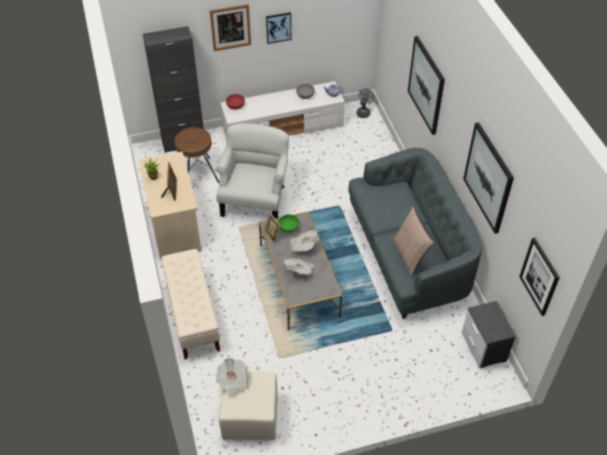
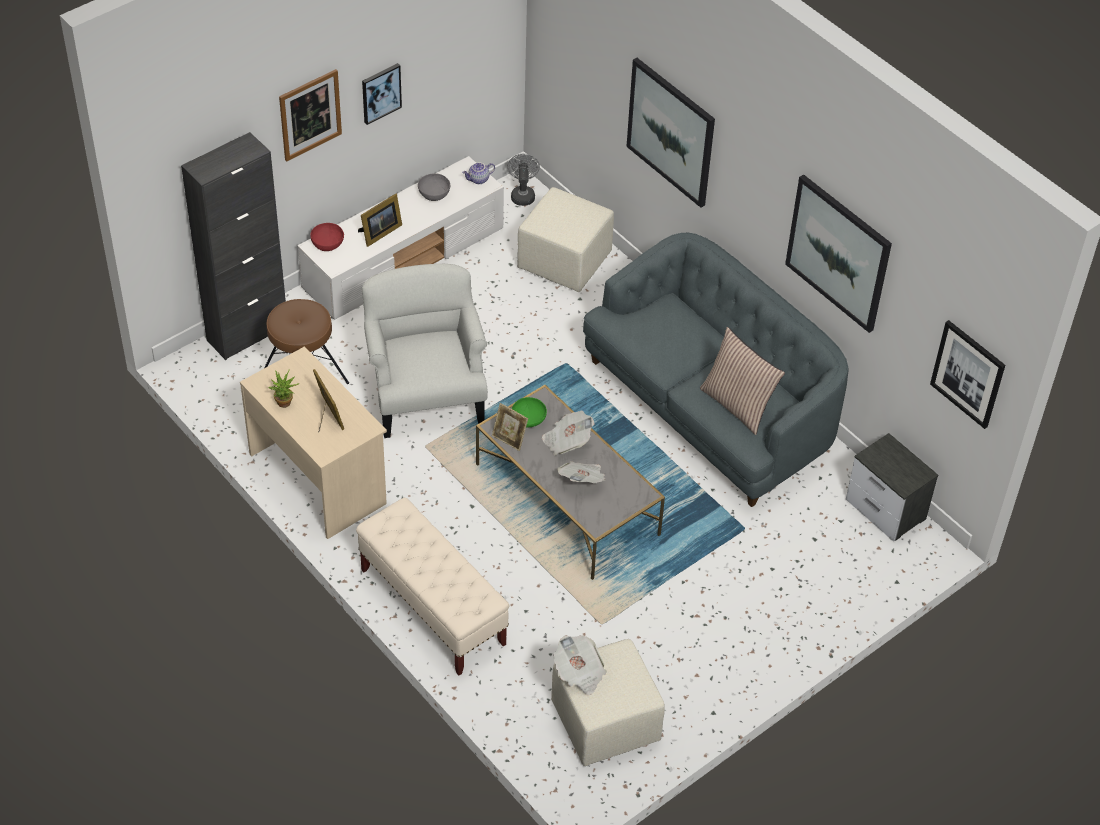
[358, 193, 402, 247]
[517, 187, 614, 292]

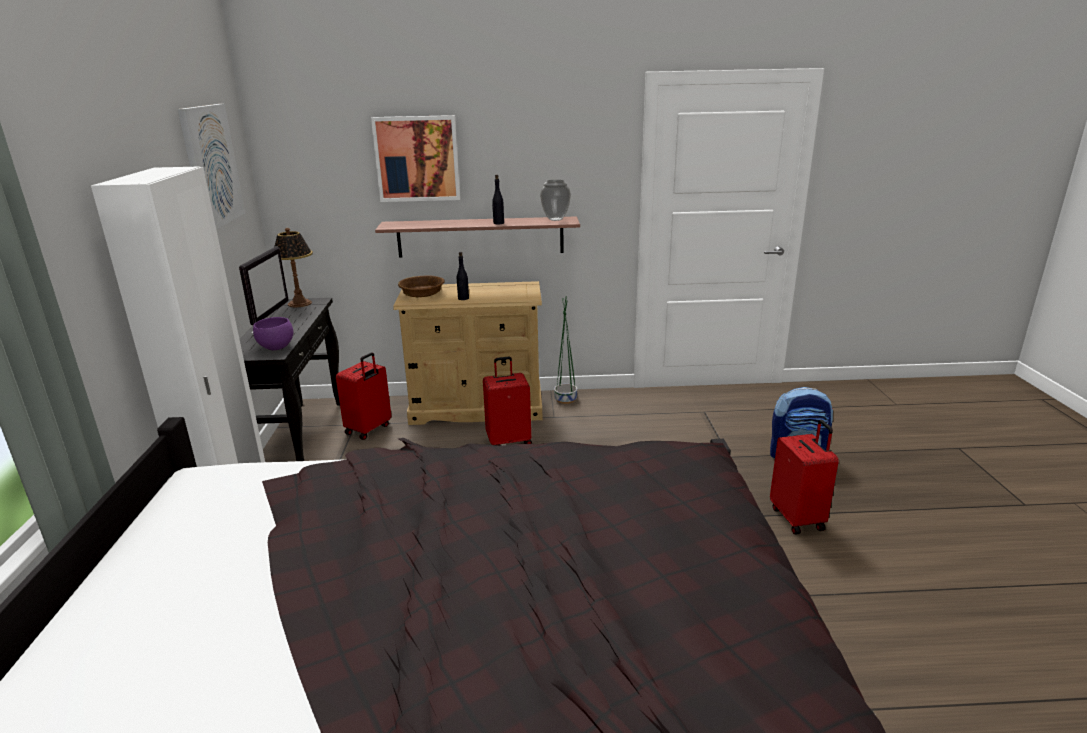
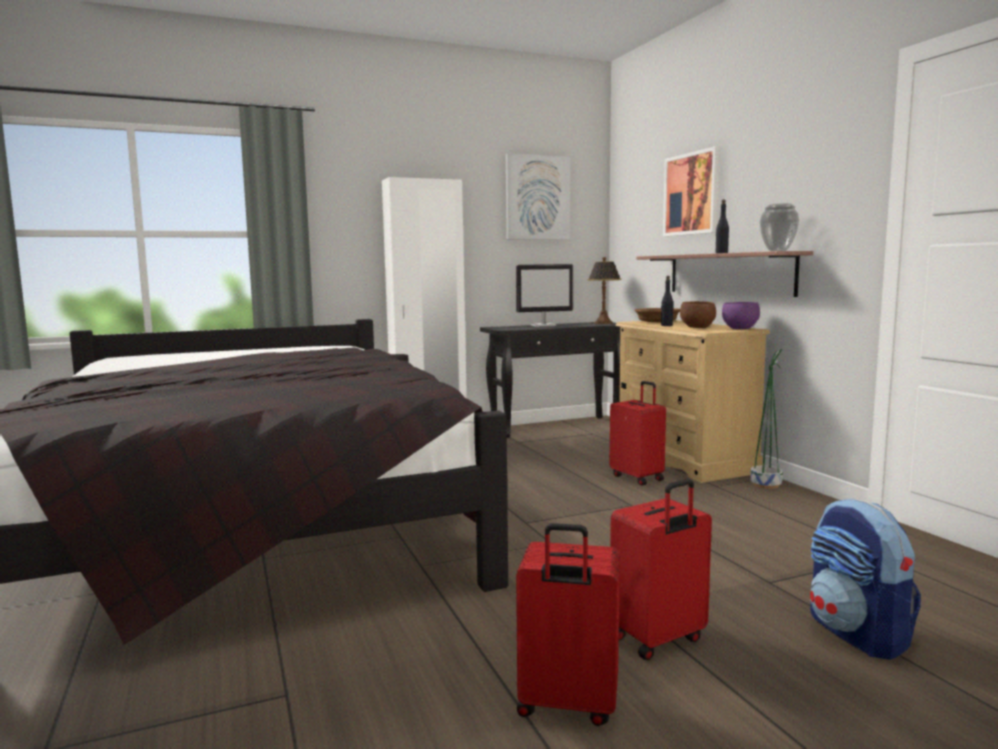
[680, 301, 716, 328]
[722, 302, 760, 329]
[516, 523, 620, 726]

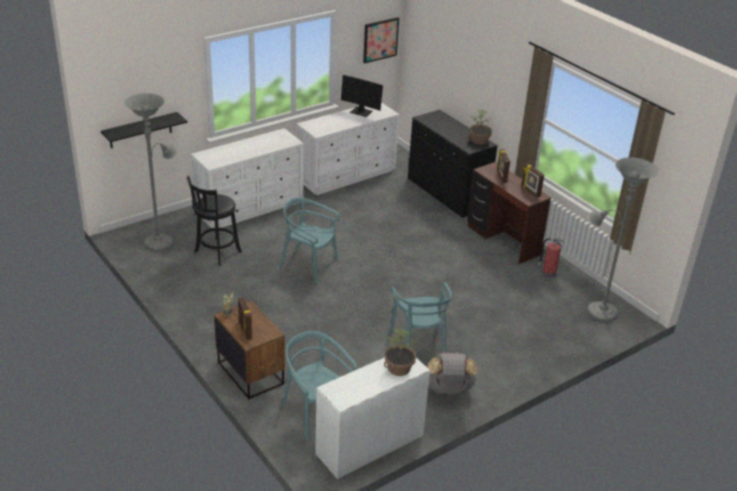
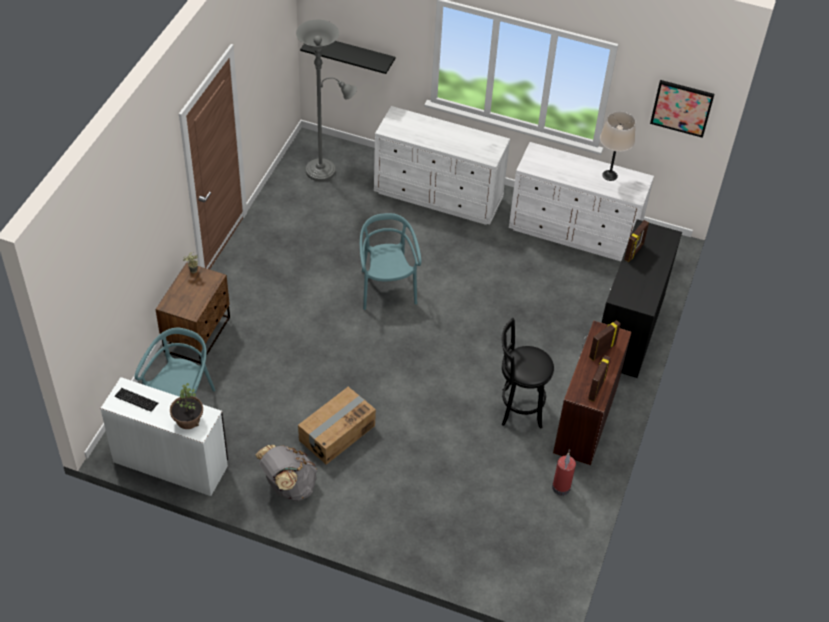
[469, 110, 494, 145] (first image)
[588, 157, 658, 322] (first image)
[115, 388, 158, 412]
[502, 318, 554, 428]
[624, 220, 649, 262]
[600, 111, 635, 181]
[298, 387, 376, 465]

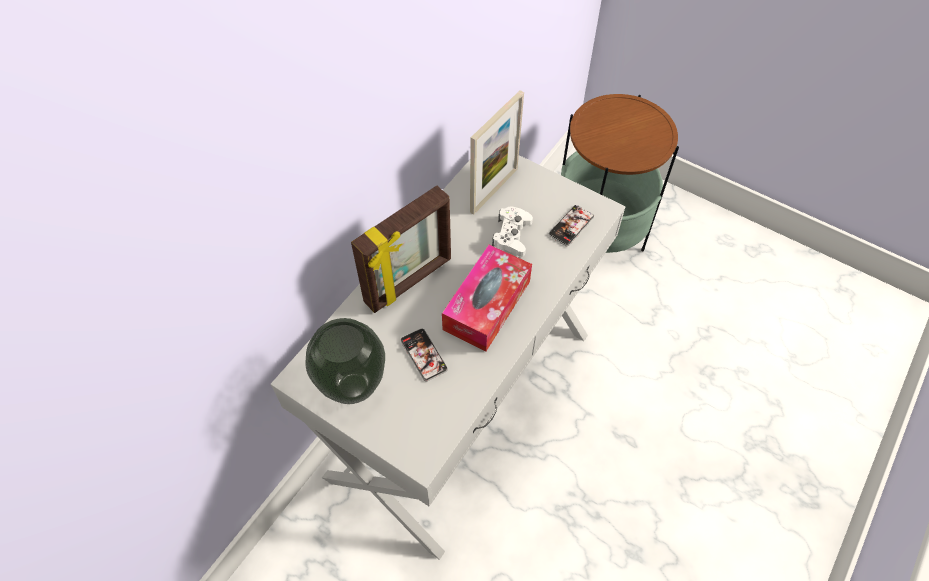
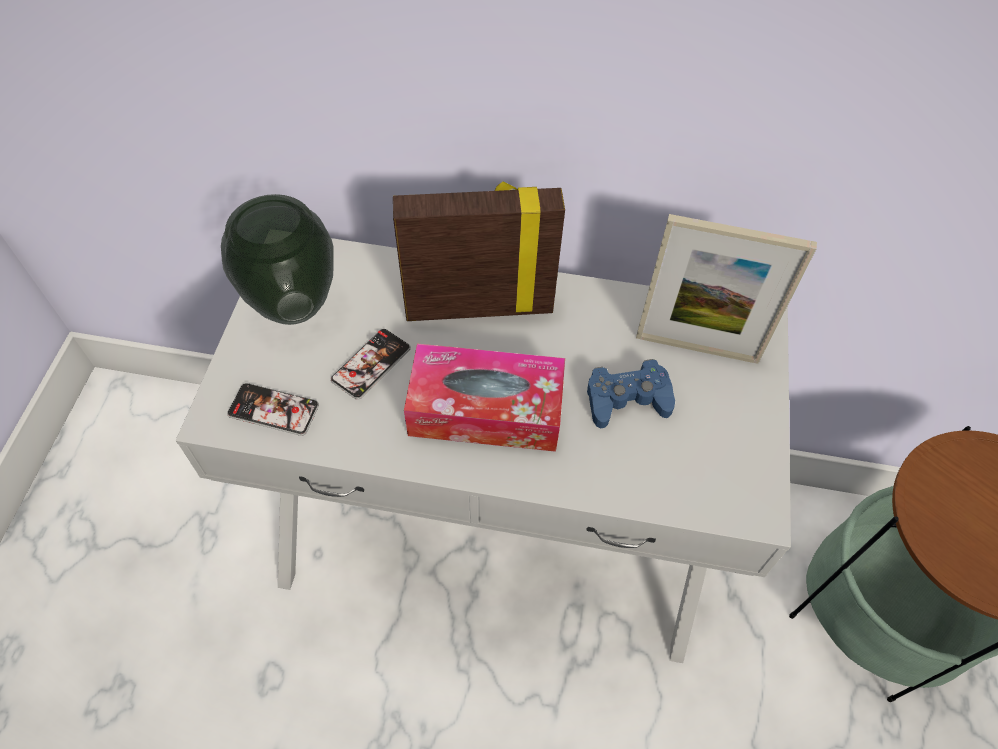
[227, 383, 319, 436]
[587, 359, 675, 428]
[393, 182, 565, 321]

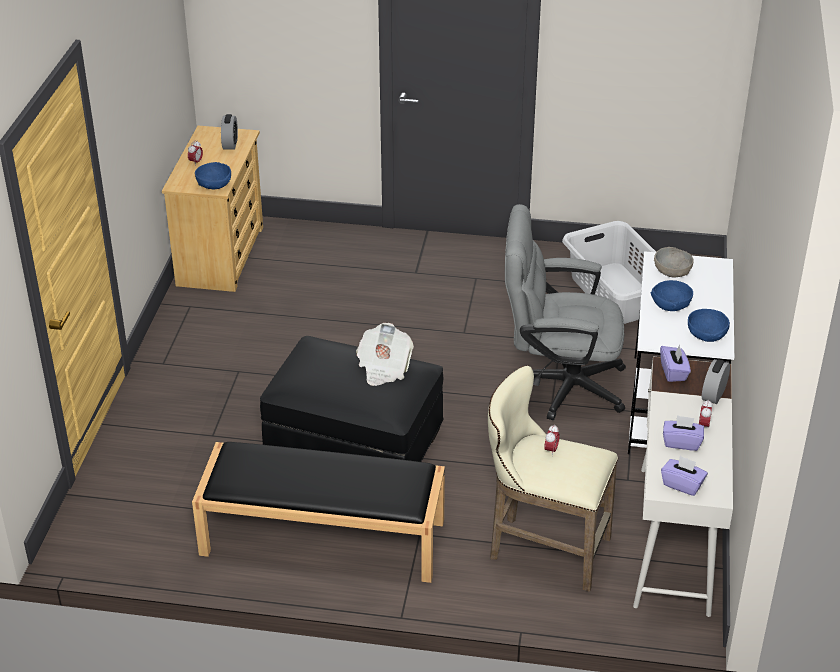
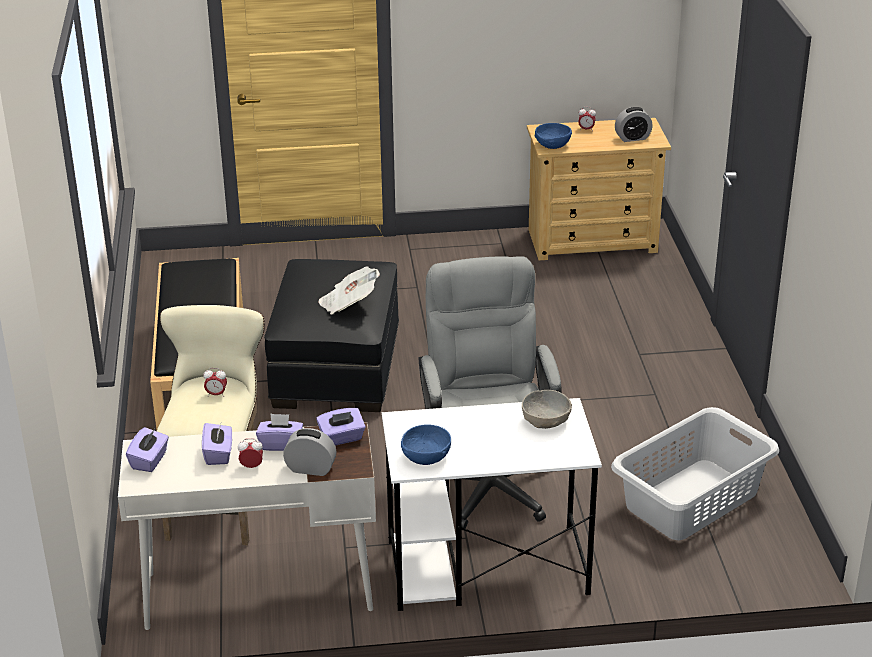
[651, 280, 693, 311] (first image)
[256, 413, 303, 451]

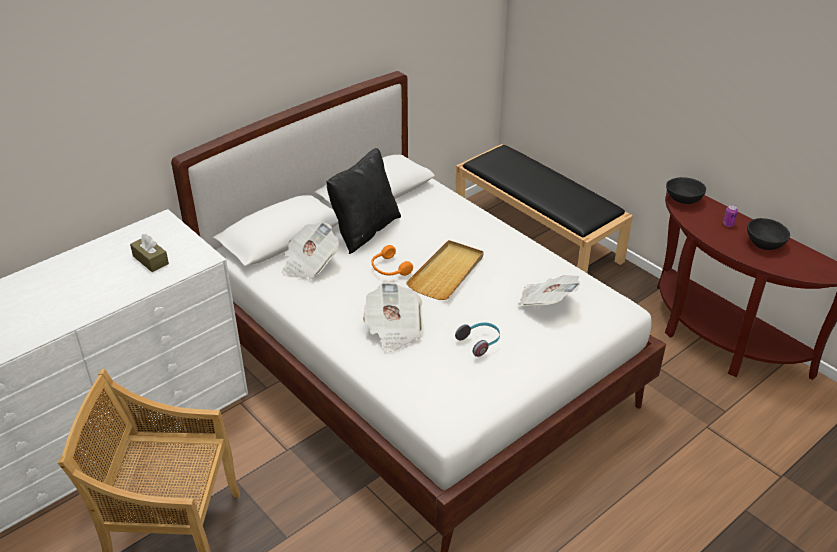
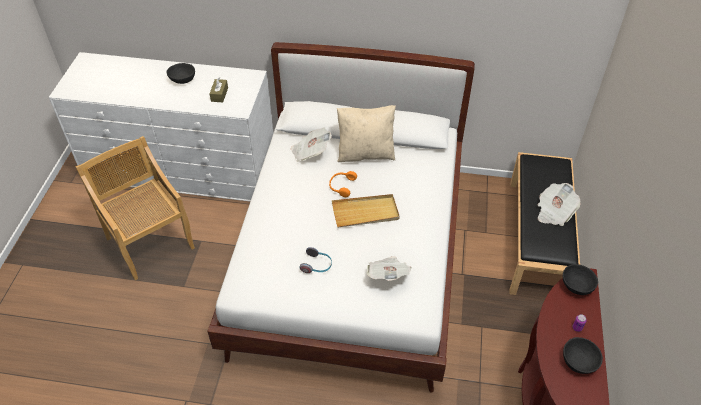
[166, 63, 195, 84]
[538, 183, 580, 226]
[337, 105, 396, 162]

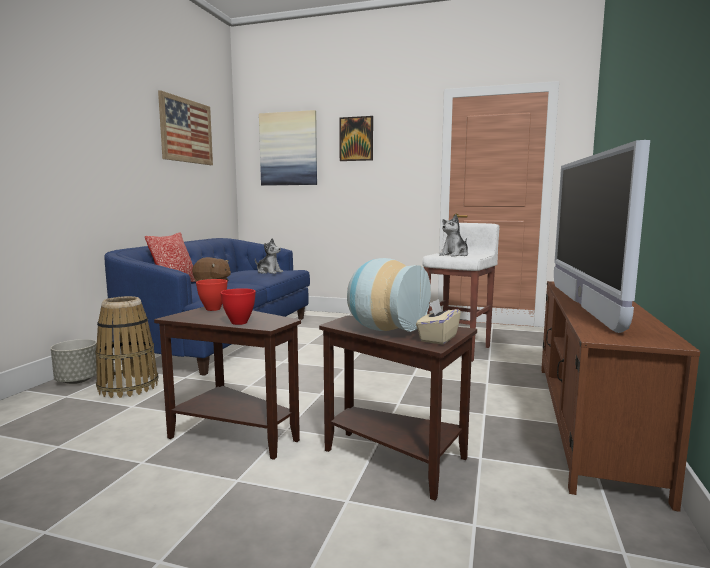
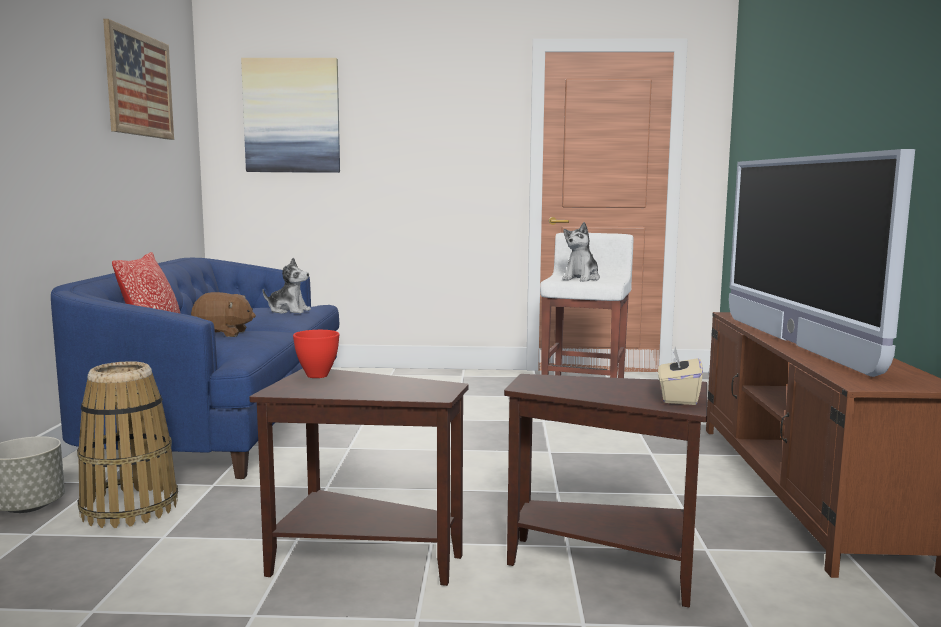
[220, 288, 256, 325] (first image)
[339, 116, 373, 161] (first image)
[347, 258, 431, 332] (first image)

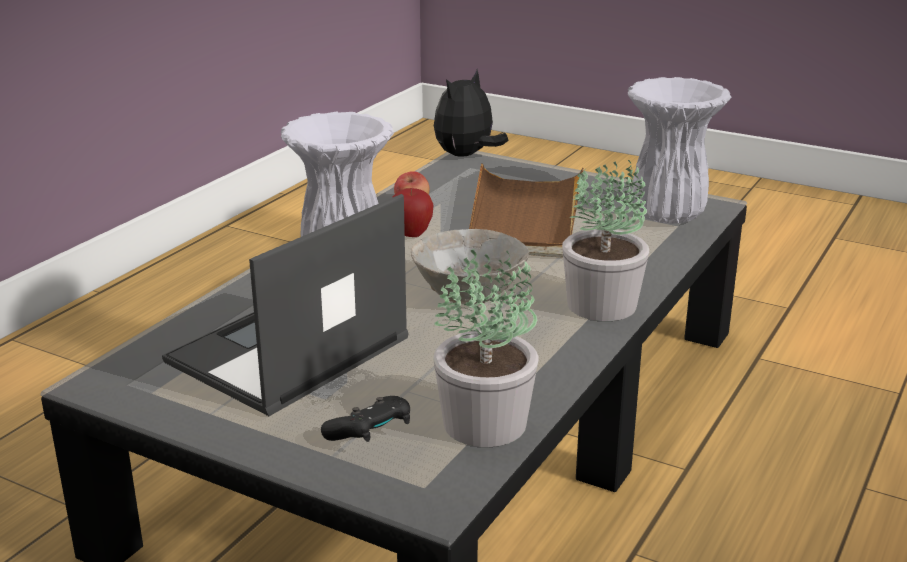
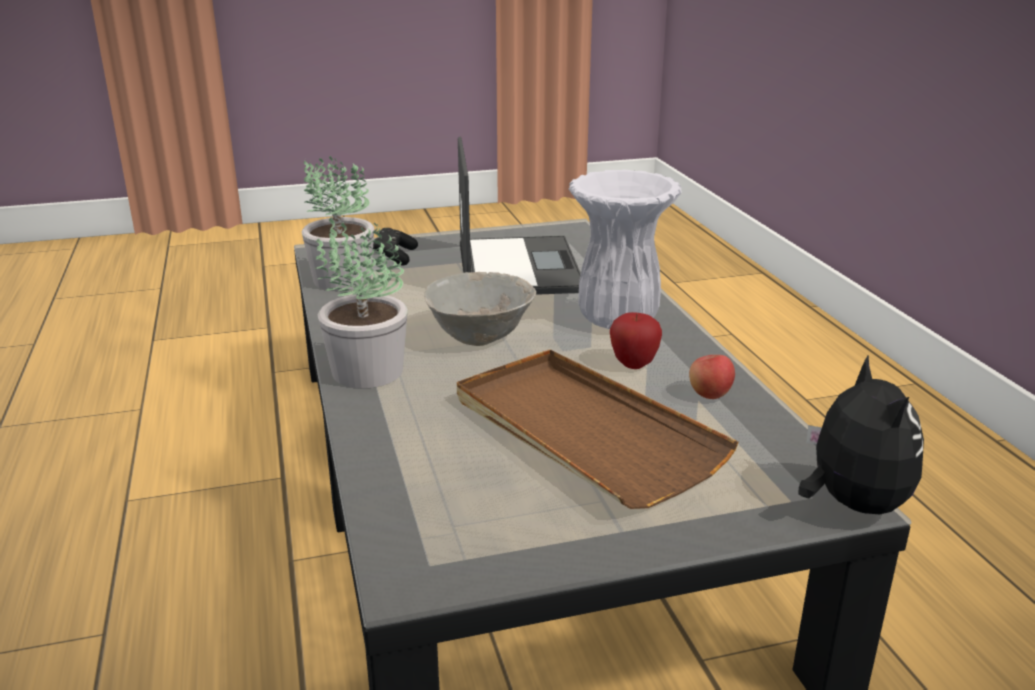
[628, 77, 731, 224] (first image)

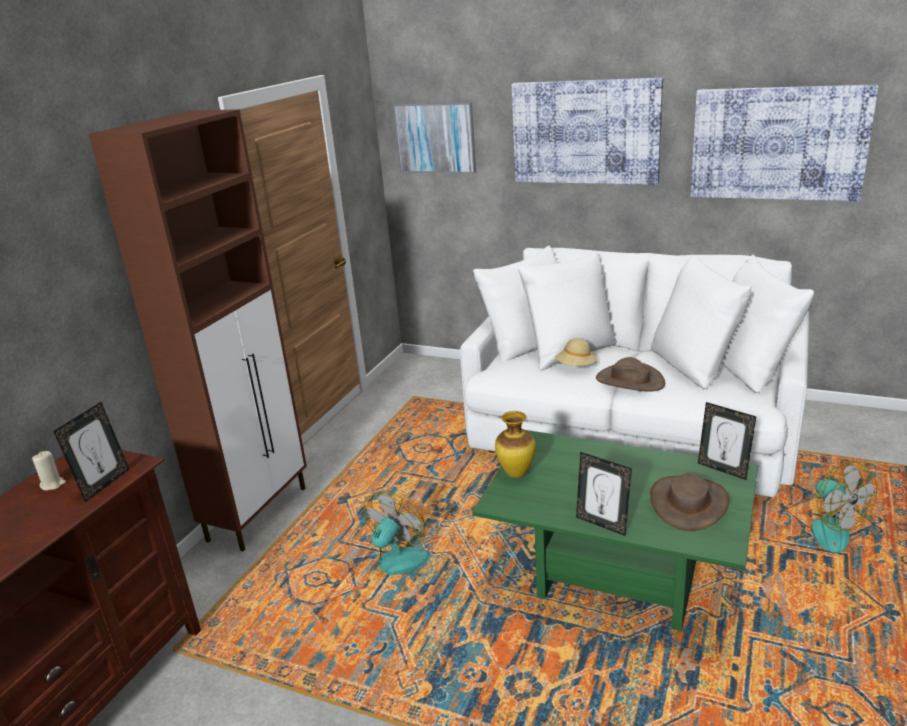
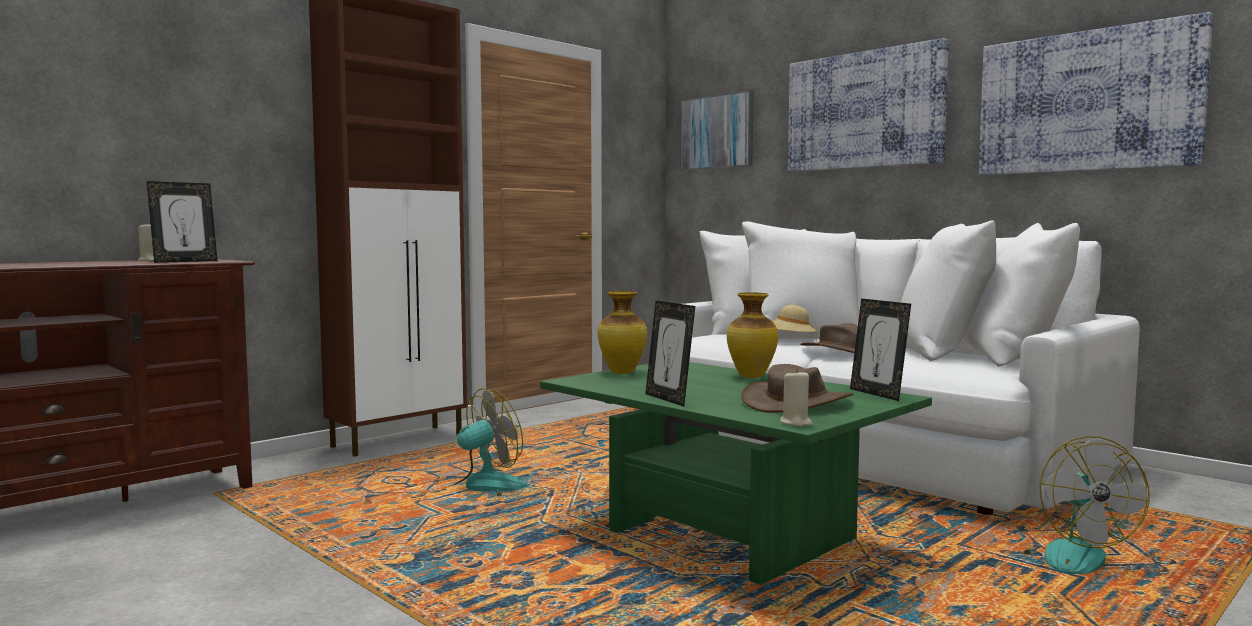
[727, 293, 778, 378]
[780, 369, 813, 427]

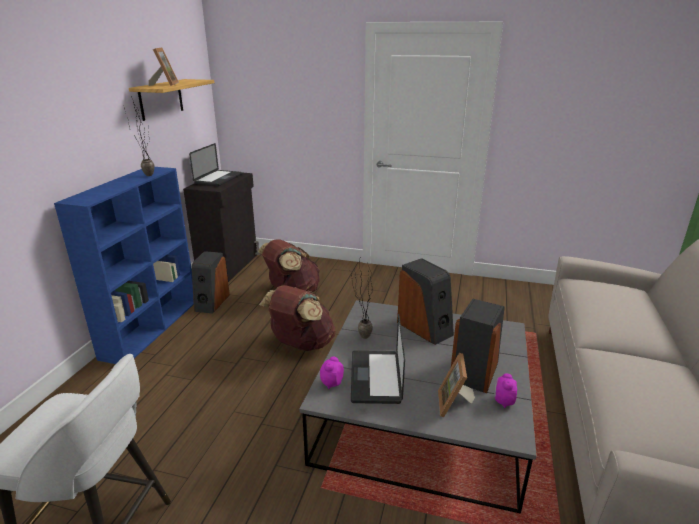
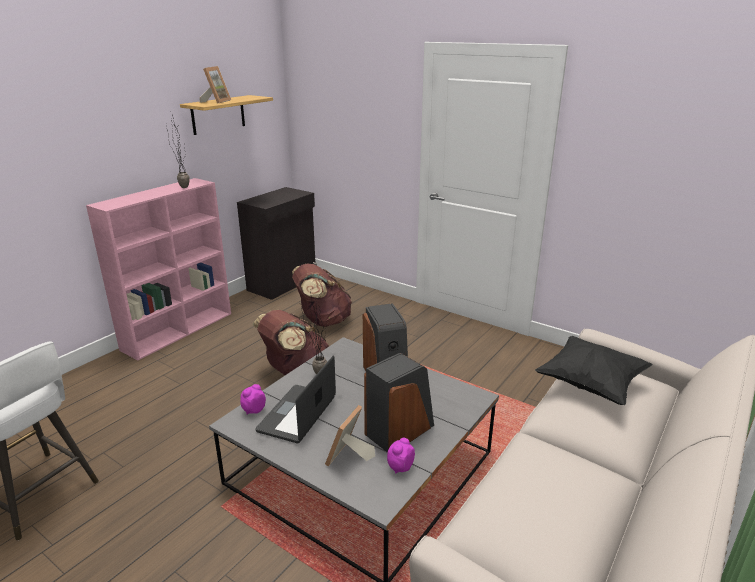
[189, 143, 242, 186] (first image)
[192, 251, 230, 313] (first image)
[535, 336, 653, 405]
[86, 178, 231, 360]

